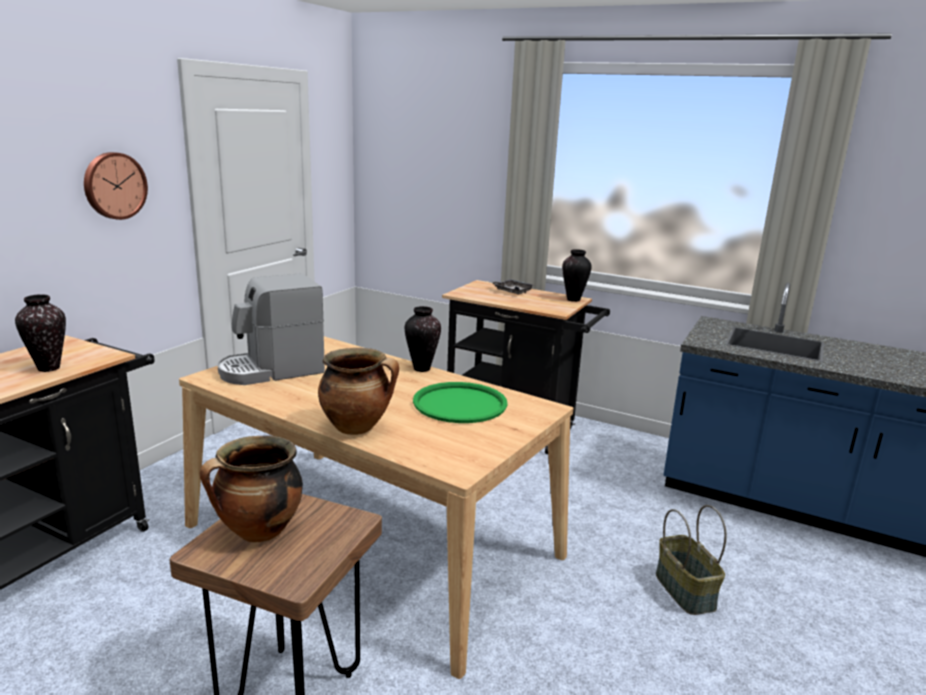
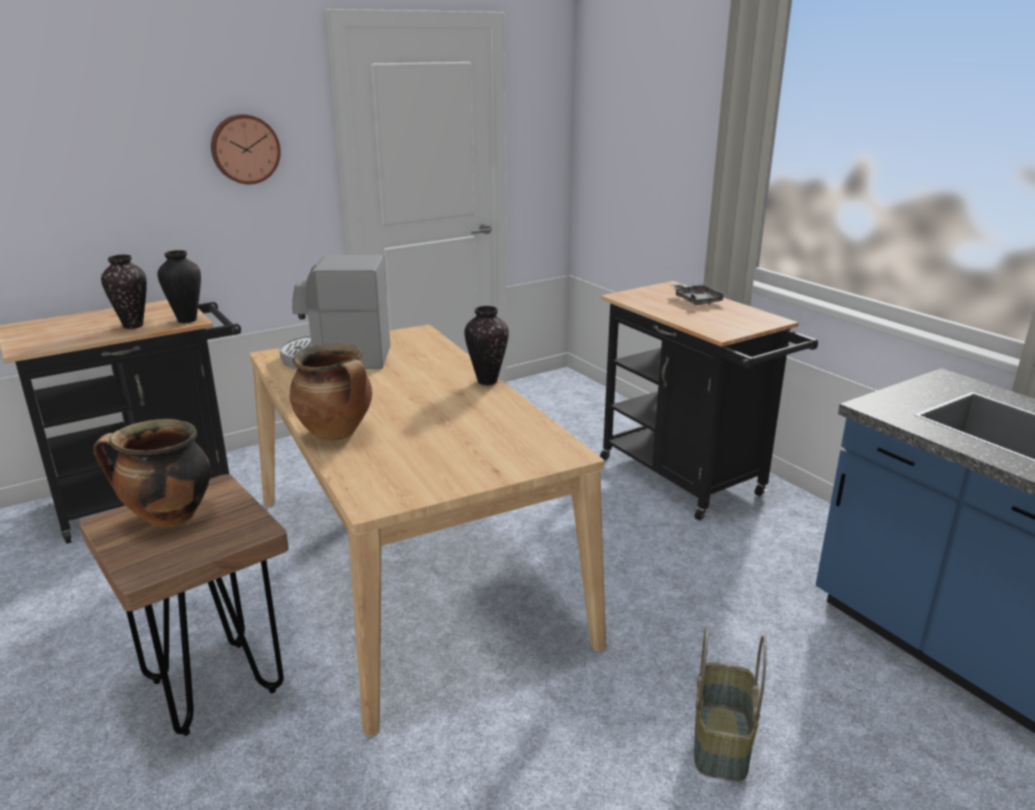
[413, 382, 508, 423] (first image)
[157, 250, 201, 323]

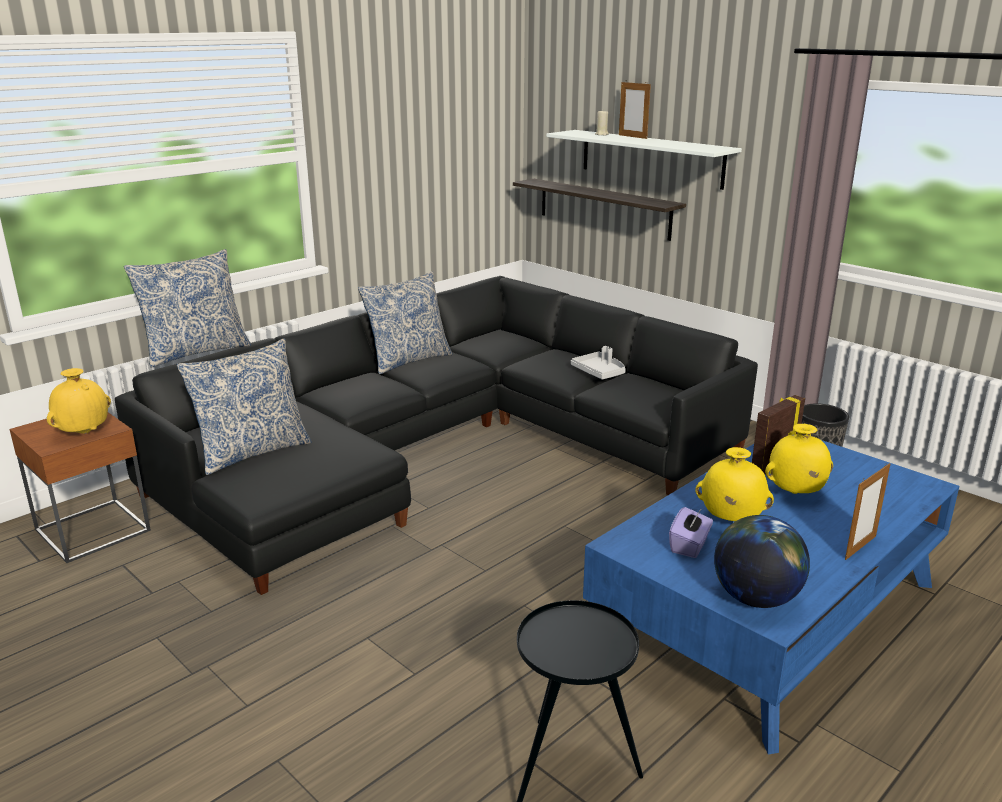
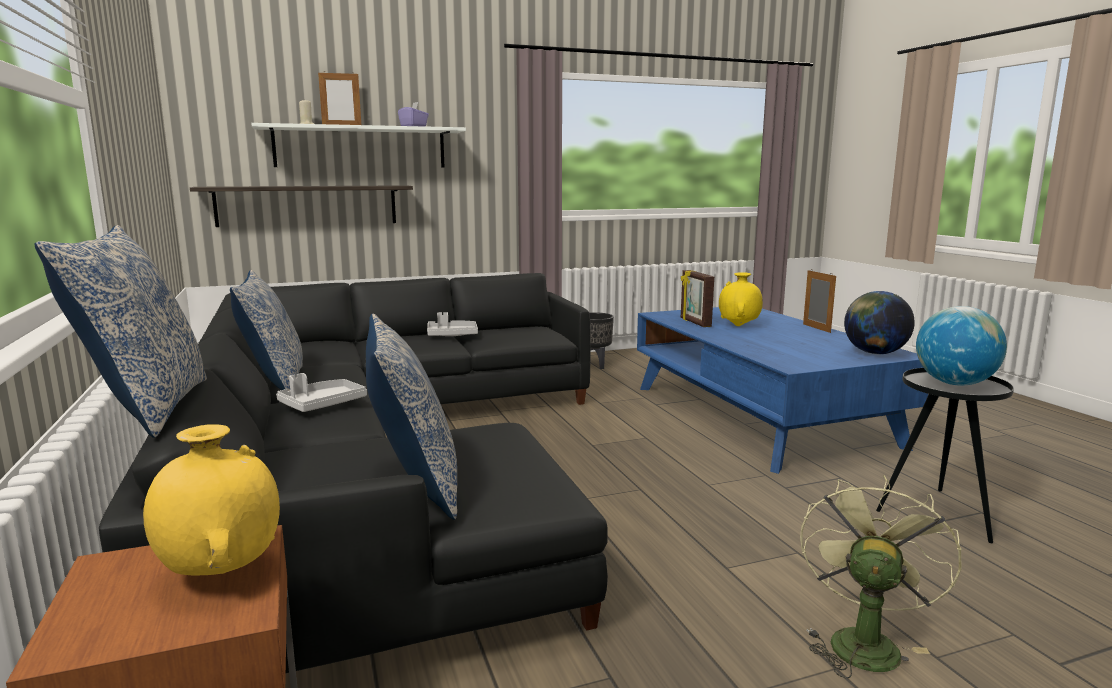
[695, 447, 774, 521] (first image)
[276, 373, 367, 412]
[800, 475, 962, 679]
[916, 306, 1007, 386]
[398, 101, 429, 127]

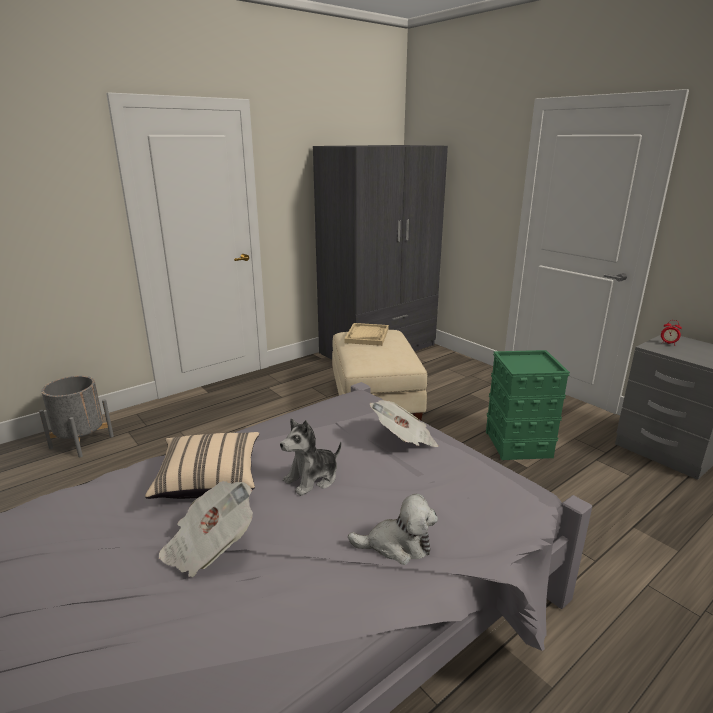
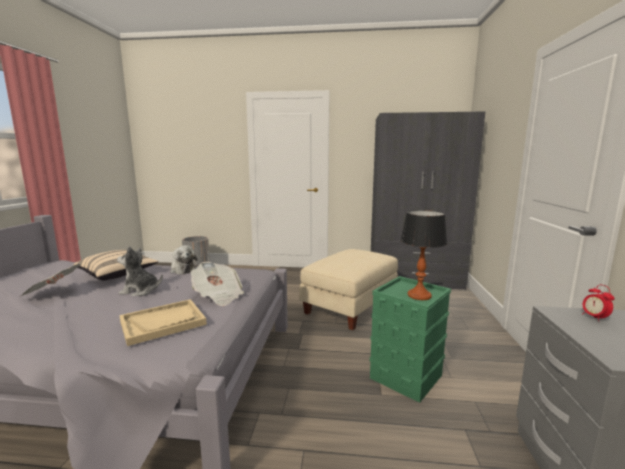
[400, 210, 447, 300]
[119, 299, 207, 346]
[170, 245, 197, 274]

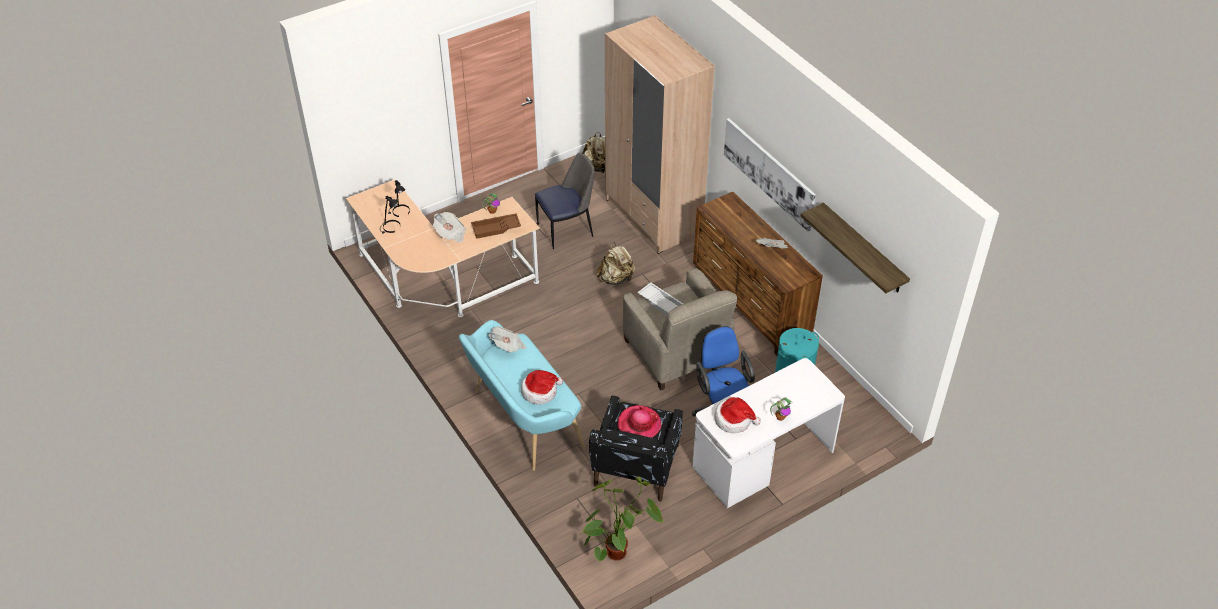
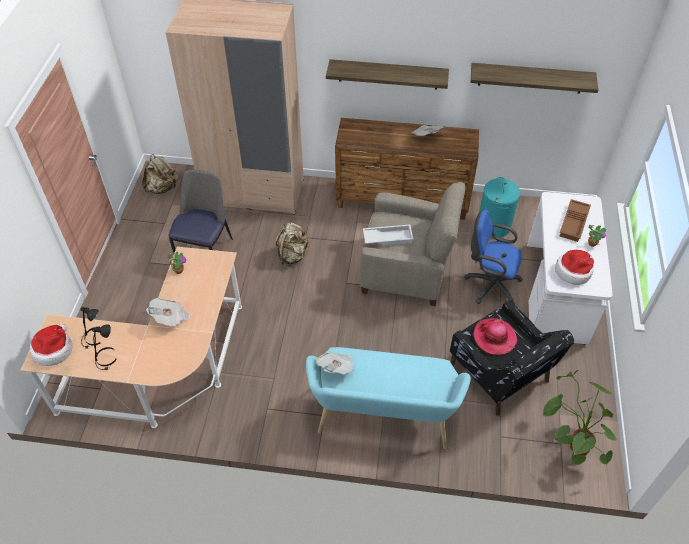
[560, 199, 591, 242]
[30, 324, 73, 366]
[326, 59, 449, 89]

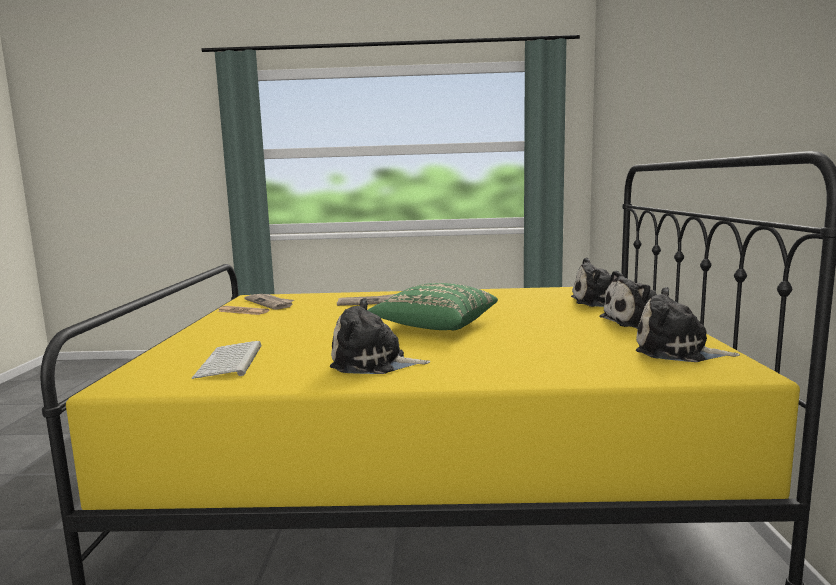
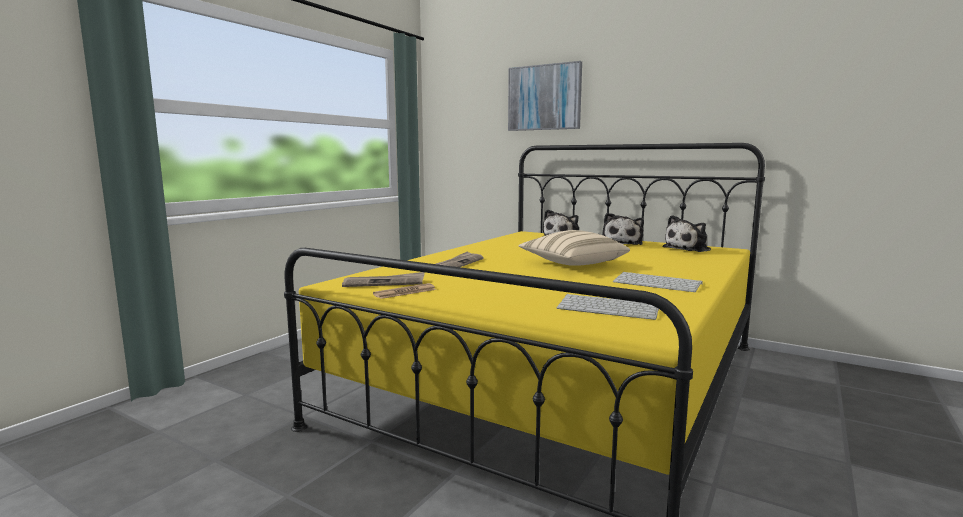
[508, 61, 582, 131]
[613, 272, 703, 292]
[519, 230, 630, 266]

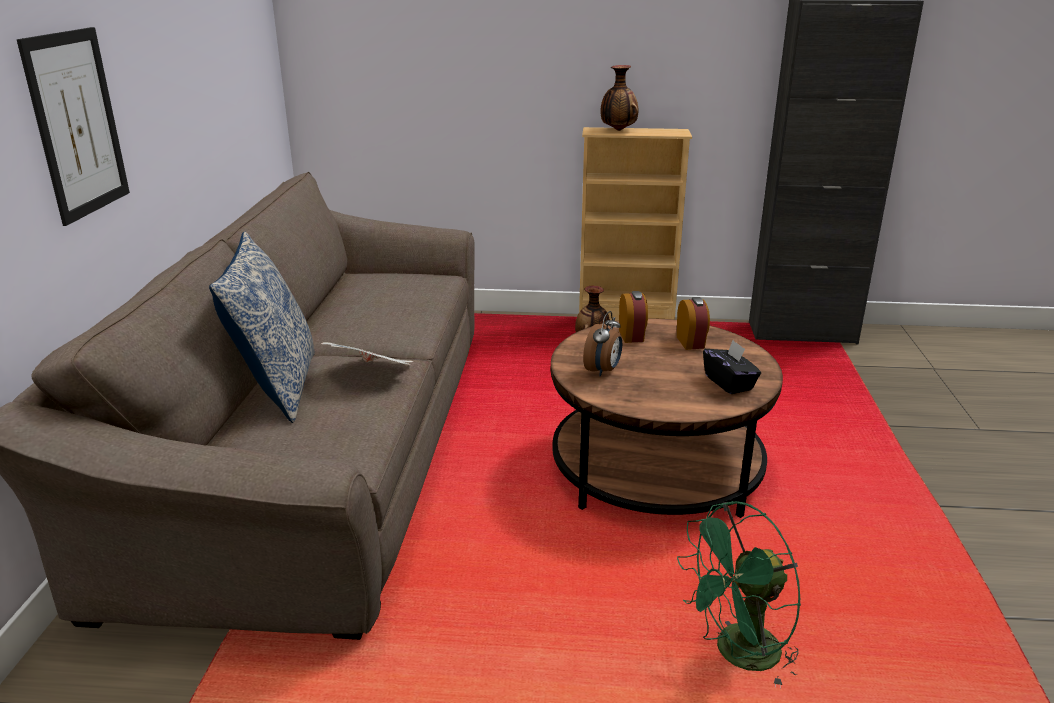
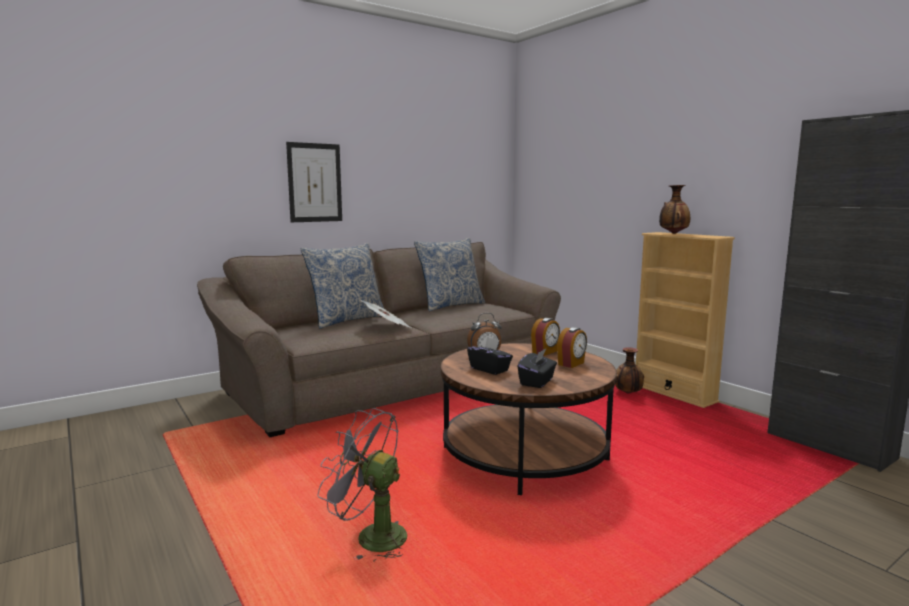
[414, 237, 485, 311]
[467, 337, 513, 375]
[318, 408, 407, 563]

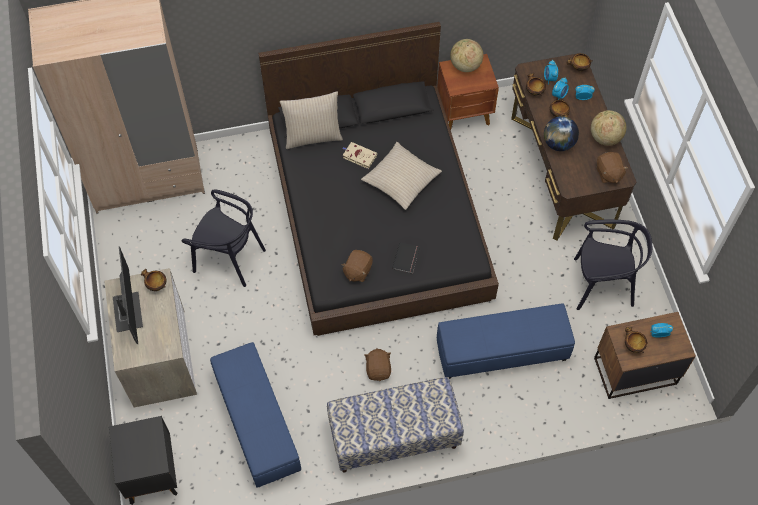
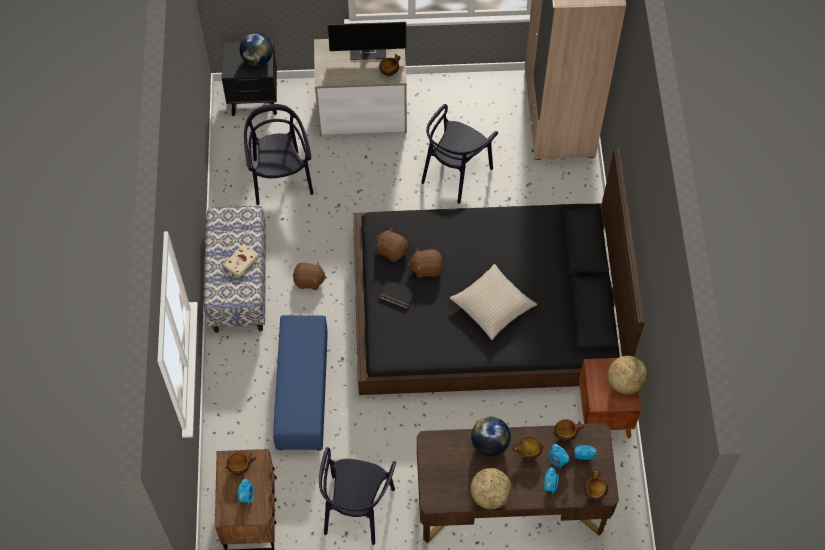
[280, 91, 343, 149] (first image)
[240, 33, 273, 66]
[223, 244, 259, 278]
[408, 248, 443, 278]
[244, 104, 313, 205]

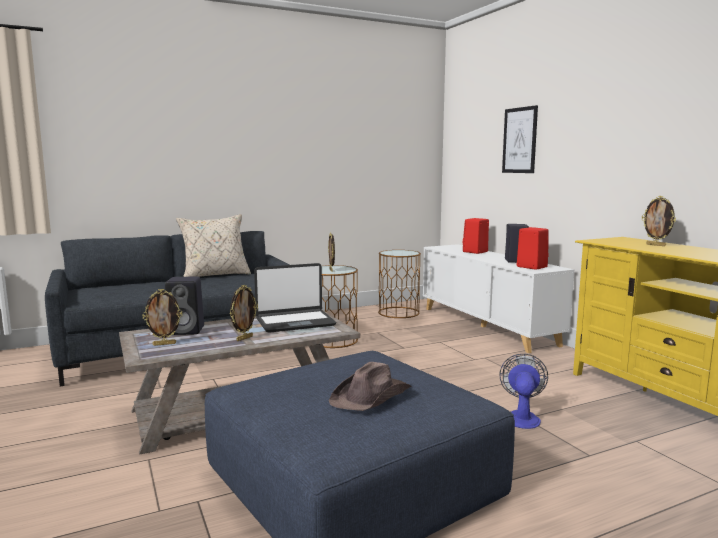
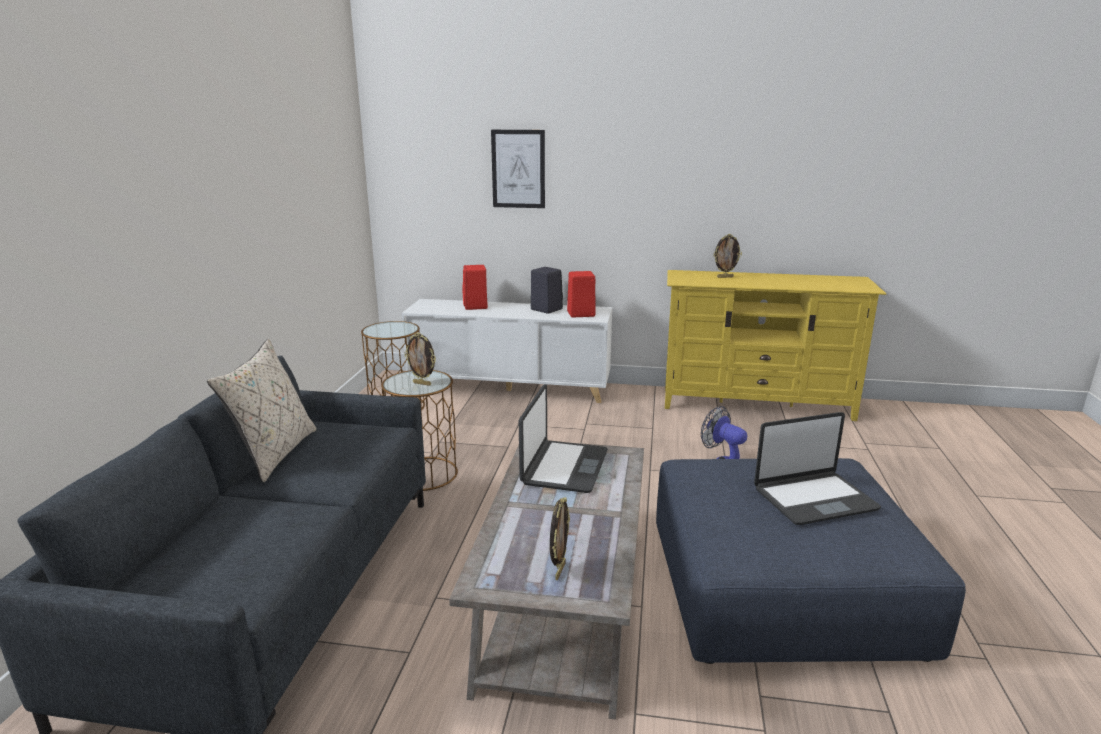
[165, 277, 204, 335] (first image)
[230, 285, 258, 341] (first image)
[754, 412, 881, 525]

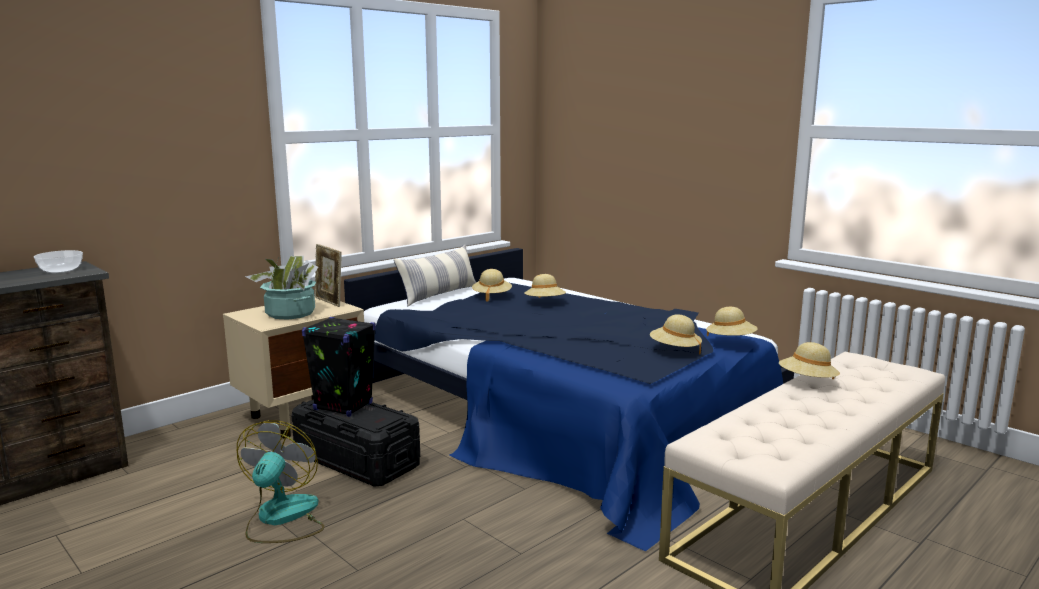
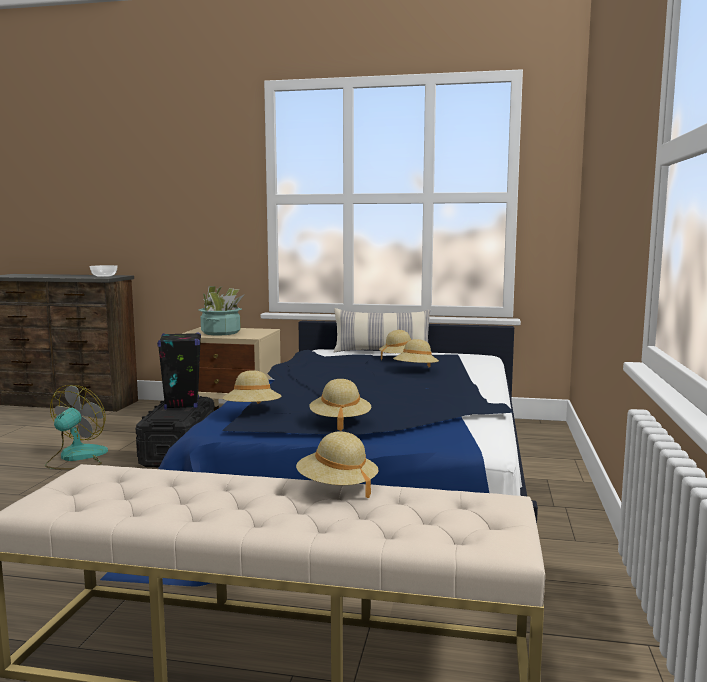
[315, 244, 342, 307] (first image)
[223, 370, 281, 404]
[45, 385, 108, 470]

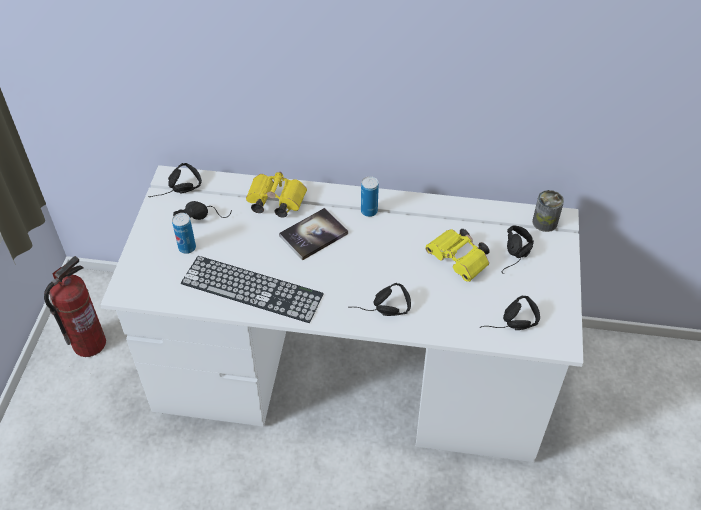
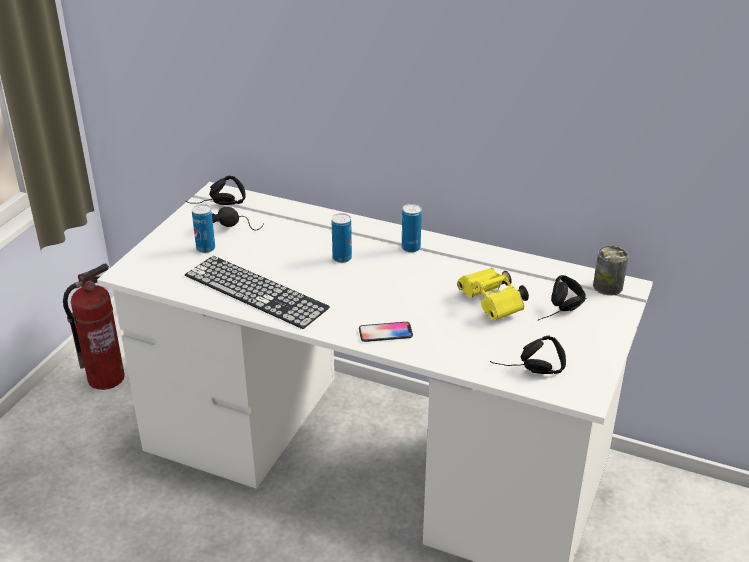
[246, 172, 307, 218] (first image)
[332, 213, 352, 263]
[359, 322, 413, 342]

